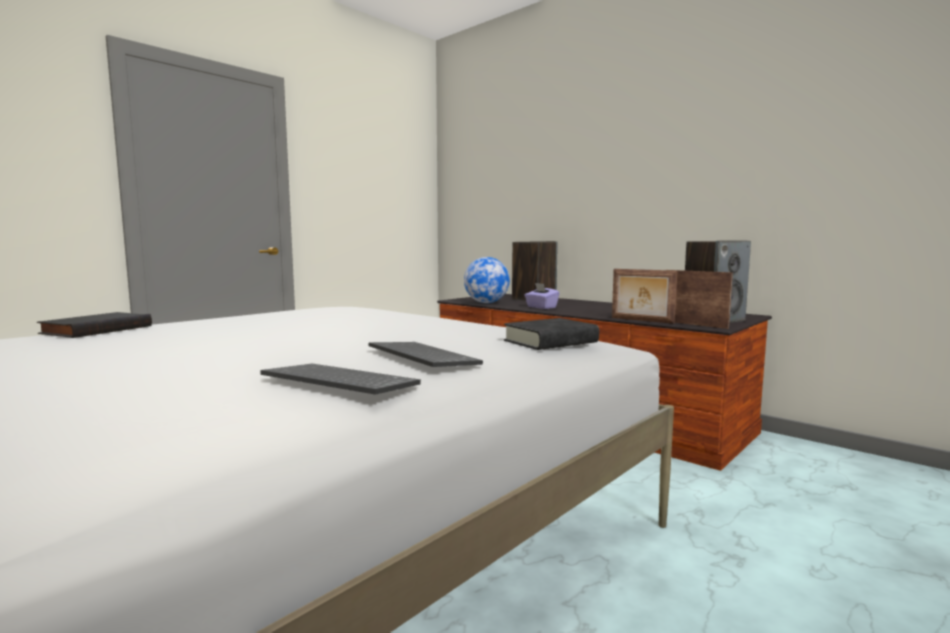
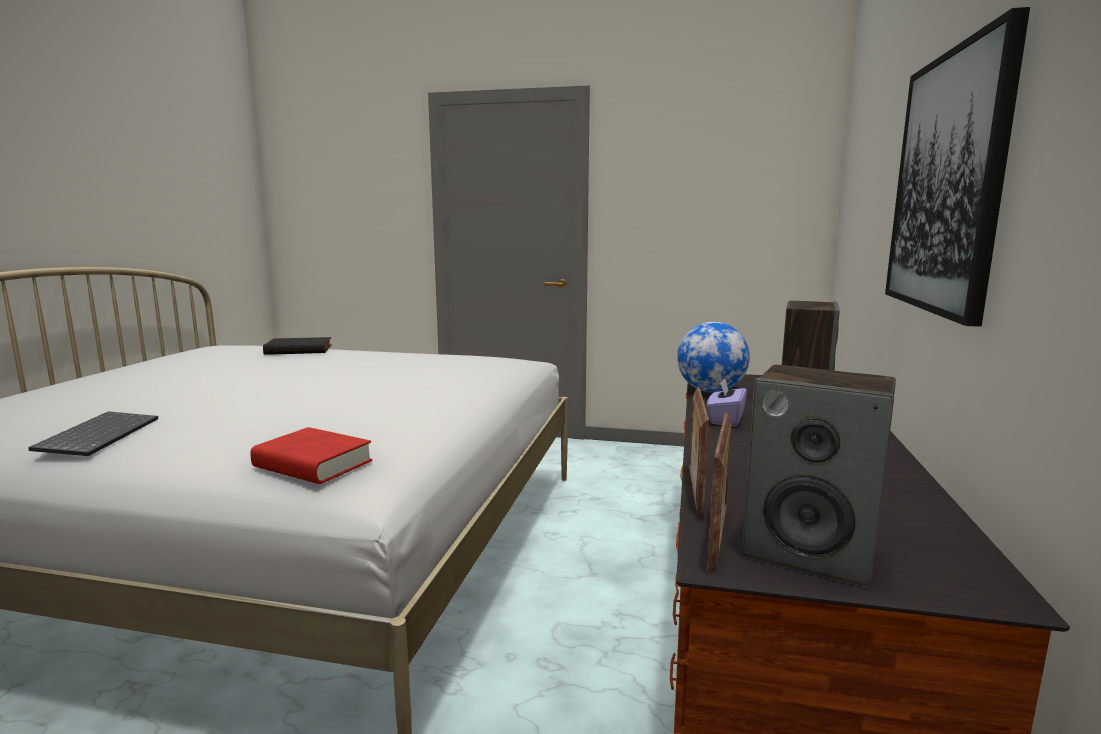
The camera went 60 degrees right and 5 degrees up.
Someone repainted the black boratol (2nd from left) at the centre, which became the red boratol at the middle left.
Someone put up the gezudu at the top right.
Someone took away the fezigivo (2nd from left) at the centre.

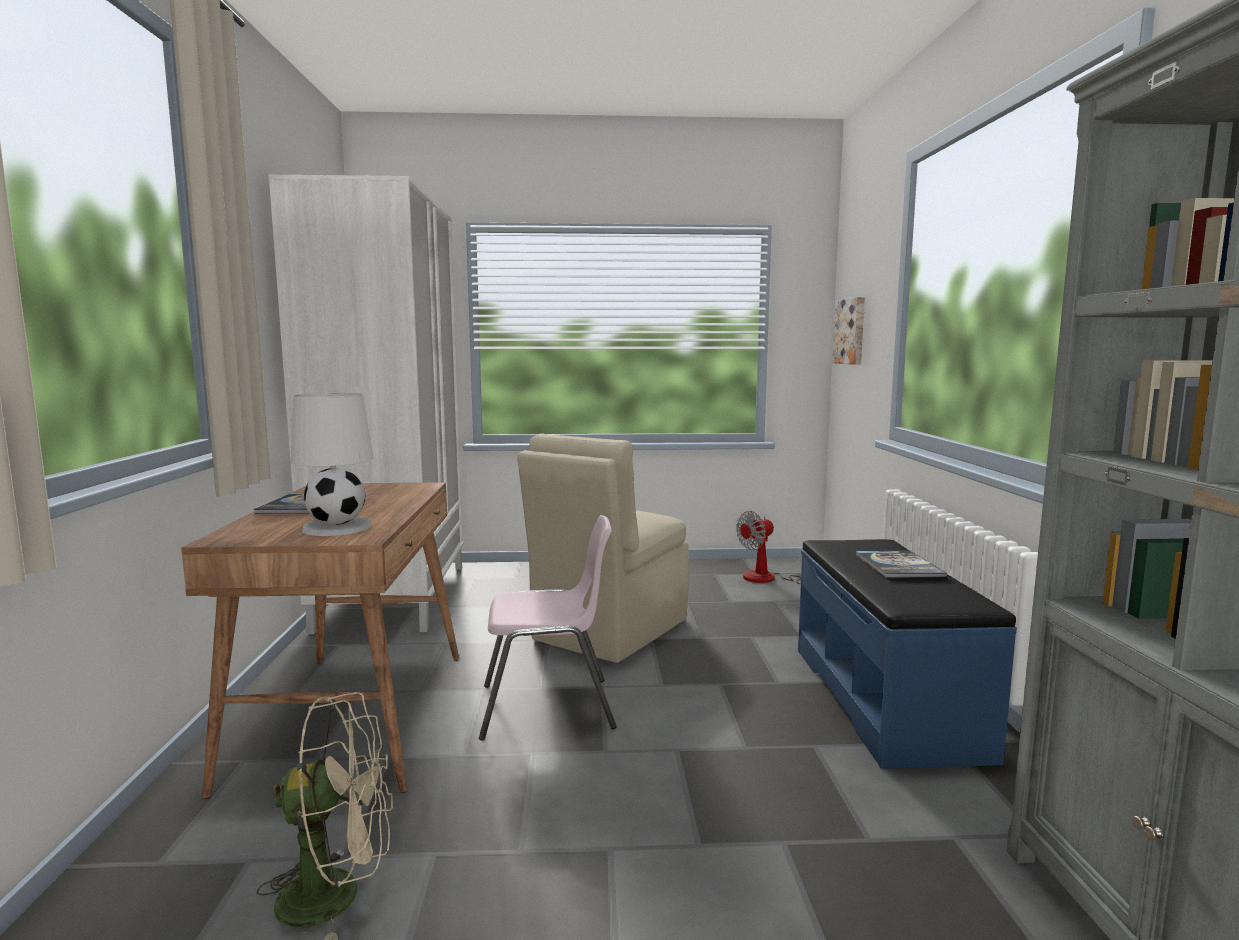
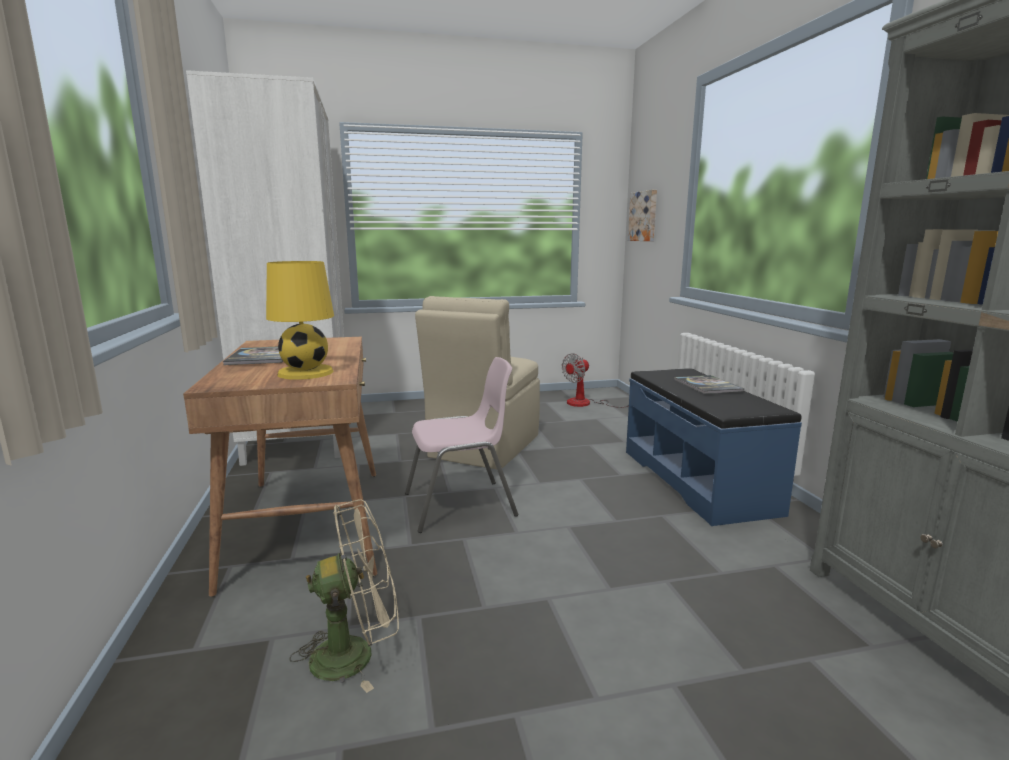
The camera went 10 degrees left and 5 degrees up.
Someone repainted the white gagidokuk at the middle left, which became the yellow gagidokuk at the middle left.

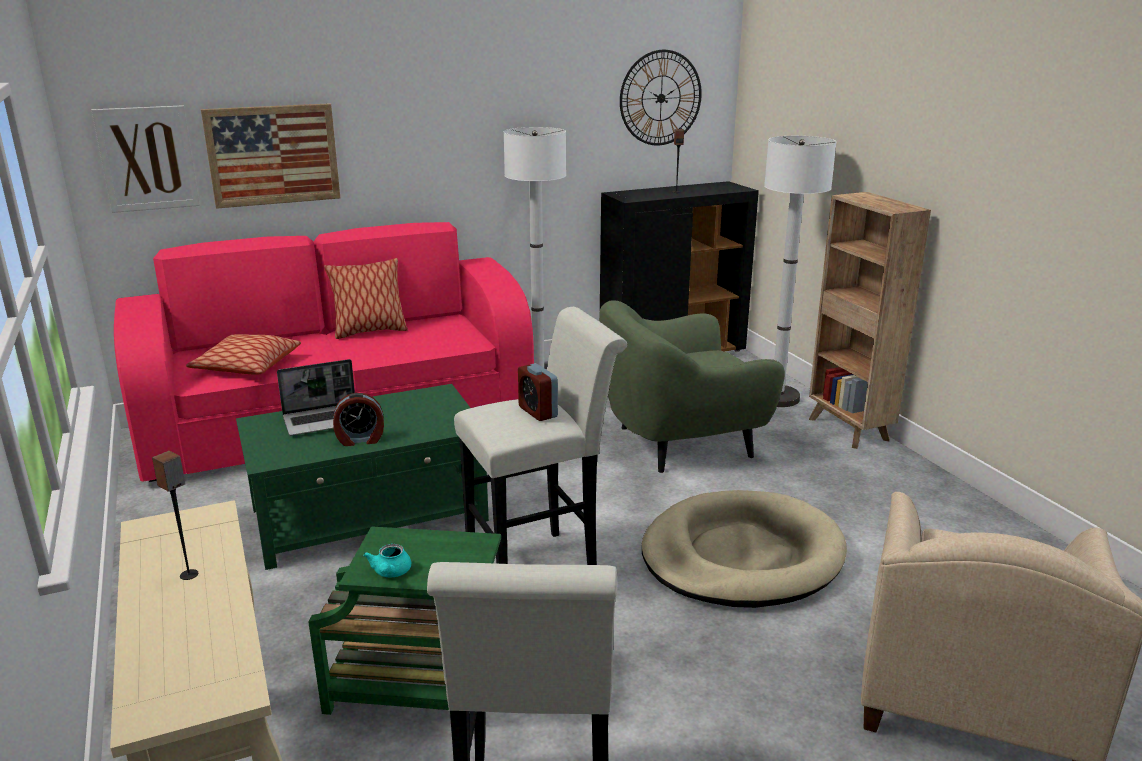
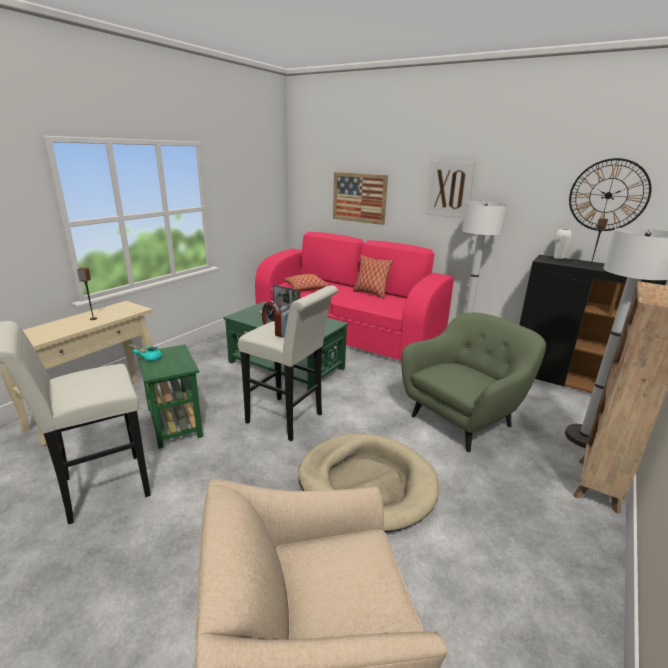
The camera went 55 degrees right and 0 degrees up.
Someone rotated the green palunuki at the centre by 105 degrees clockwise.
Someone carried the gezudu (1st from left in the first image) from the top left to the top right.
Someone put down the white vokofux at the middle right.

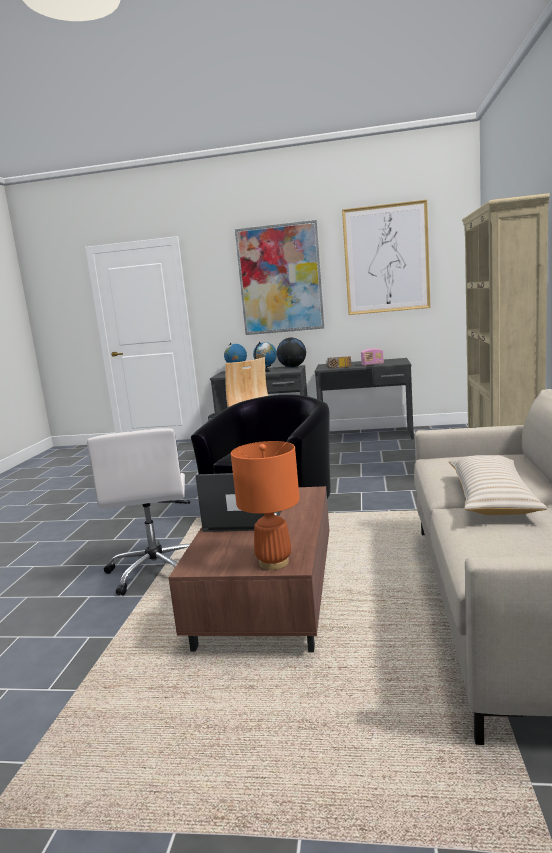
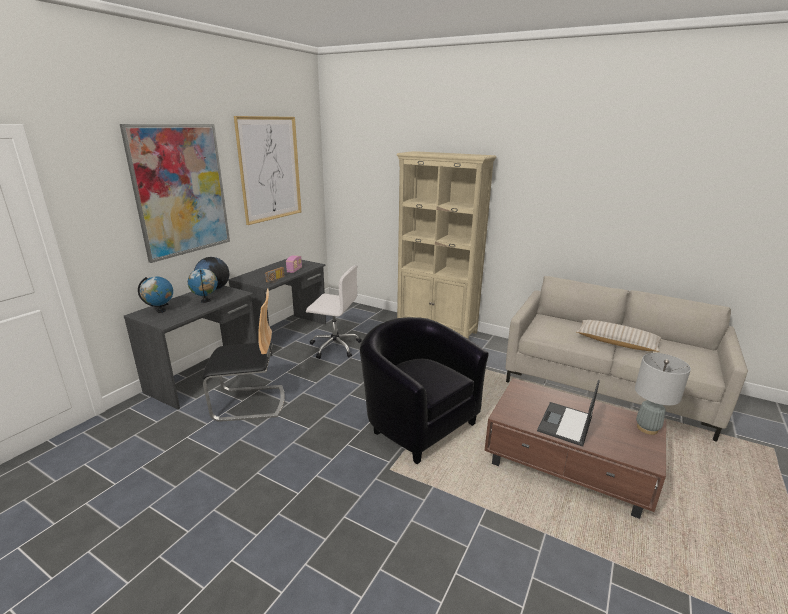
The camera went 70 degrees left and 10 degrees up.
Someone carried the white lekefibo from the middle left to the centre.
Someone repainted the orange gagidokuk at the centre, which became the grey gagidokuk at the middle right.

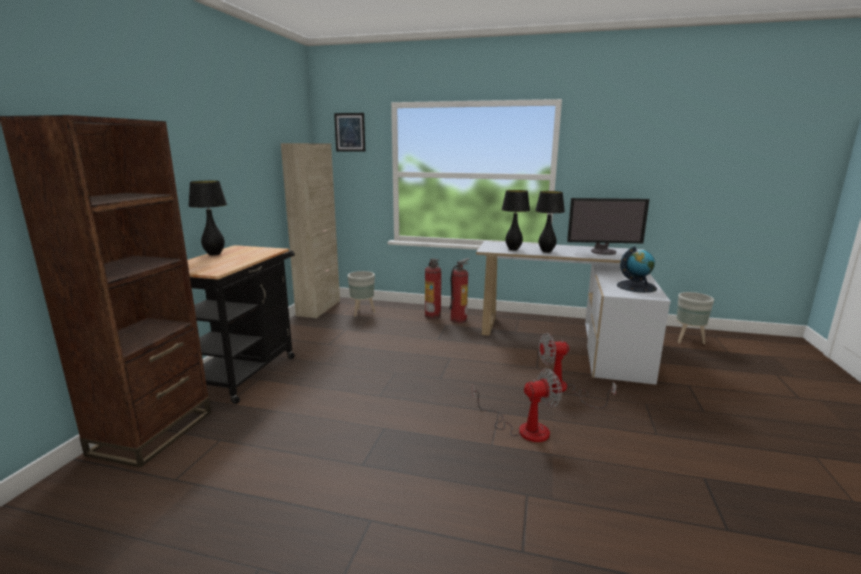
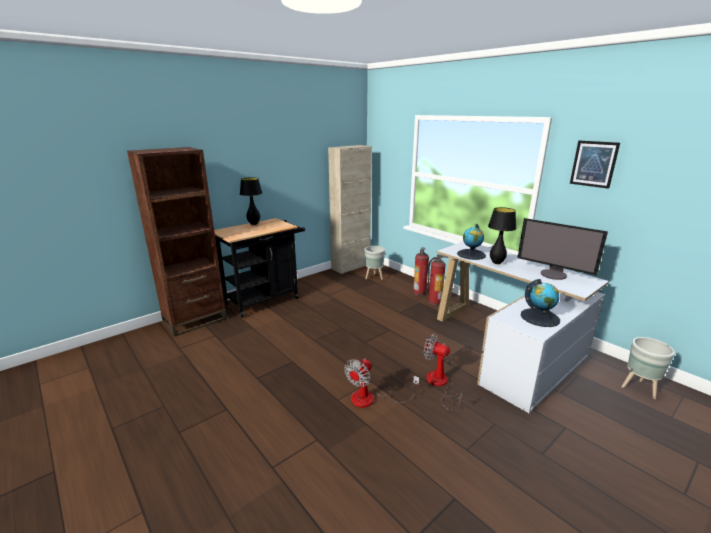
The camera went 35 degrees right and 5 degrees up.
Someone rotated the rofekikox (1st from left) at the bottom centre by 105 degrees clockwise.
Someone swapped the black gagidokuk (2nd from left) at the centre for the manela (1st from left) at the centre.
Someone carried the gezudu from the top centre to the top right.

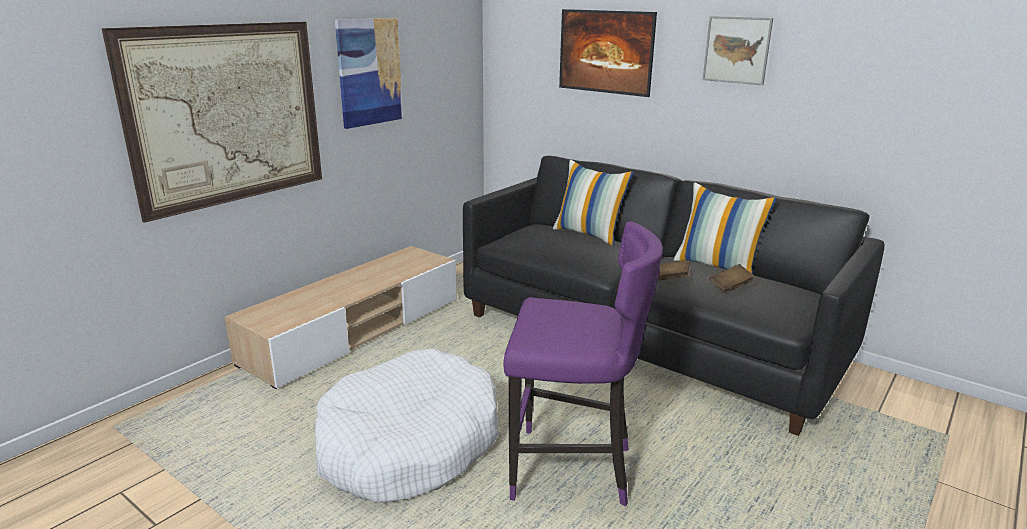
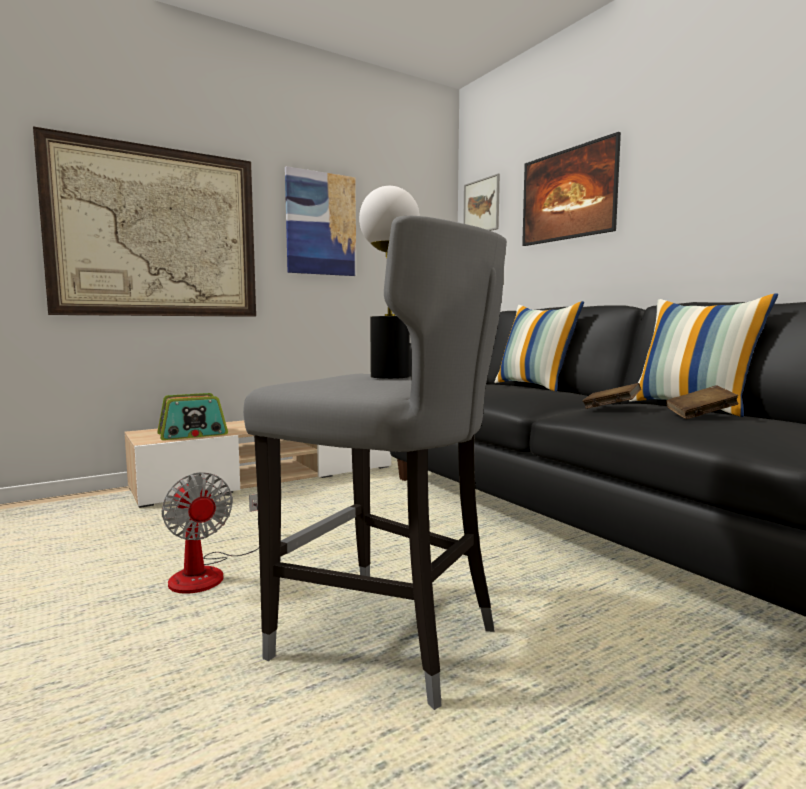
The camera went 20 degrees right and 15 degrees down.
Someone put down the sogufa at the middle left.
Someone swapped the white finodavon at the bottom centre for the rofekikox at the bottom left.
Someone repainted the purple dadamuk at the bottom centre, which became the grey dadamuk at the centre.
Someone put down the gagidokuk at the centre.
Someone carried the gezudu (4th from left in the first image) from the top right to the top centre.

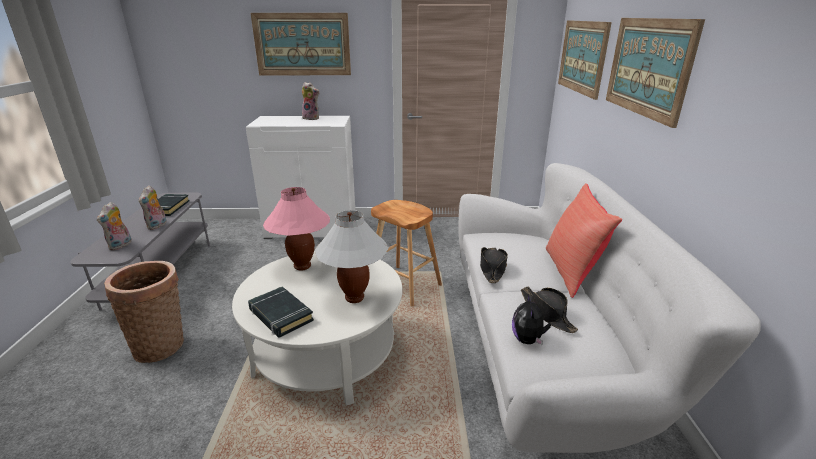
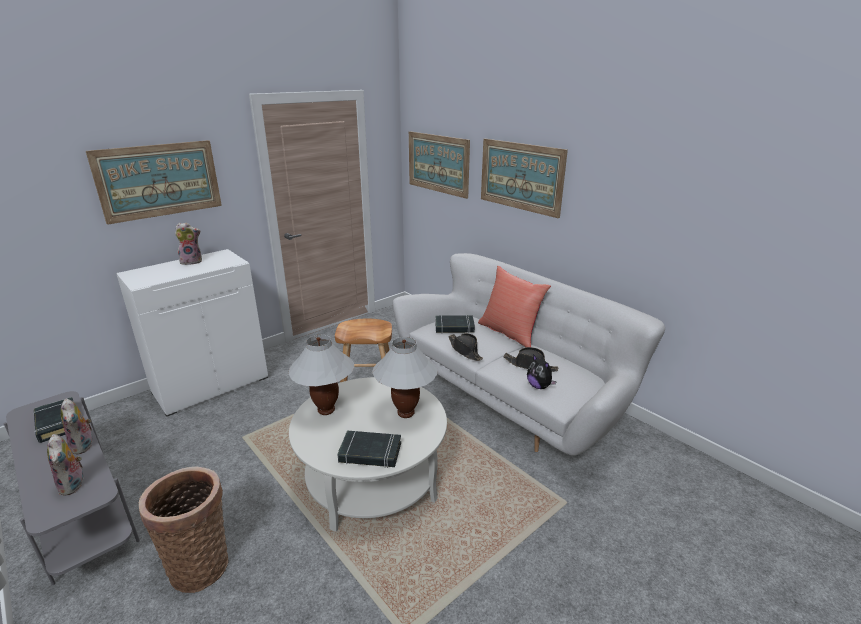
The camera went 40 degrees left and 0 degrees up.
Someone repainted the pink gagidokuk at the centre, which became the white gagidokuk (1st from left) at the centre.
Someone put down the black boratol (3rd from left) at the centre.

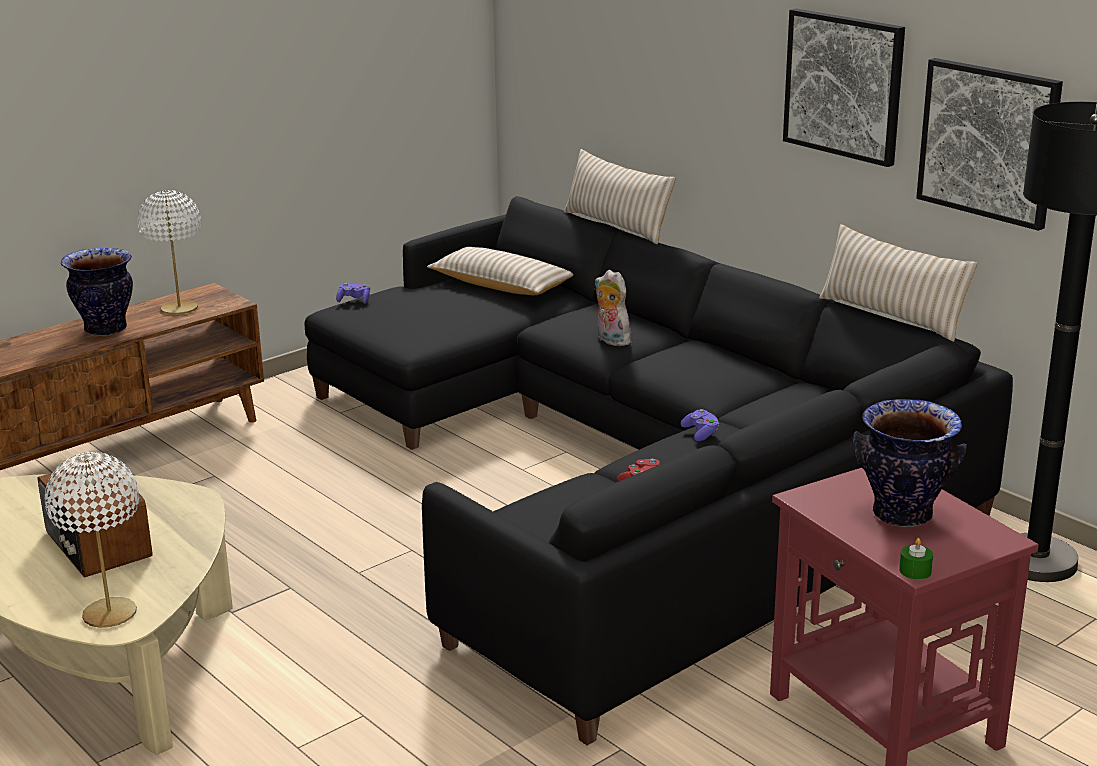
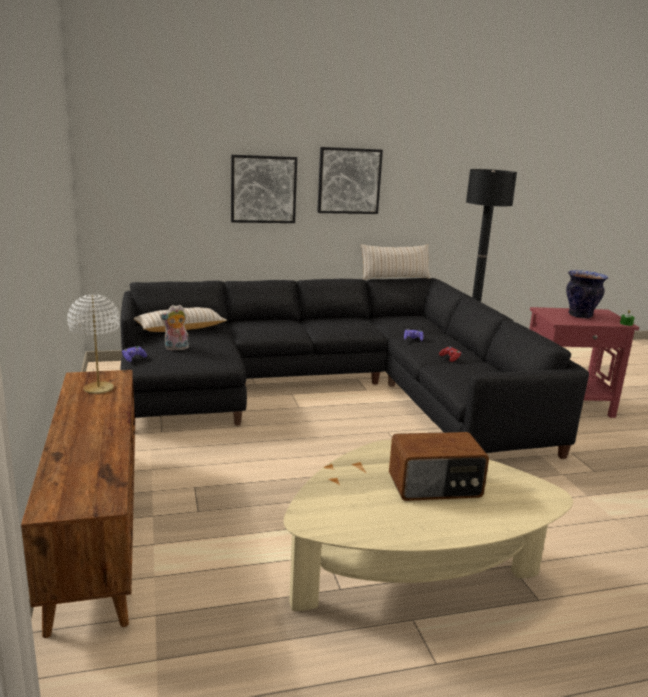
The camera went 65 degrees left and 5 degrees down.
Someone carried the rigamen from the centre to the middle left.
Someone carried the gezudu (2nd from left in the first image) from the top right to the top centre.
Someone took away the white gagidokuk (1st from left) at the bottom left.
Someone took away the vokofux (1st from left) at the middle left.
Someone took away the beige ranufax (2nd from left) at the top centre.

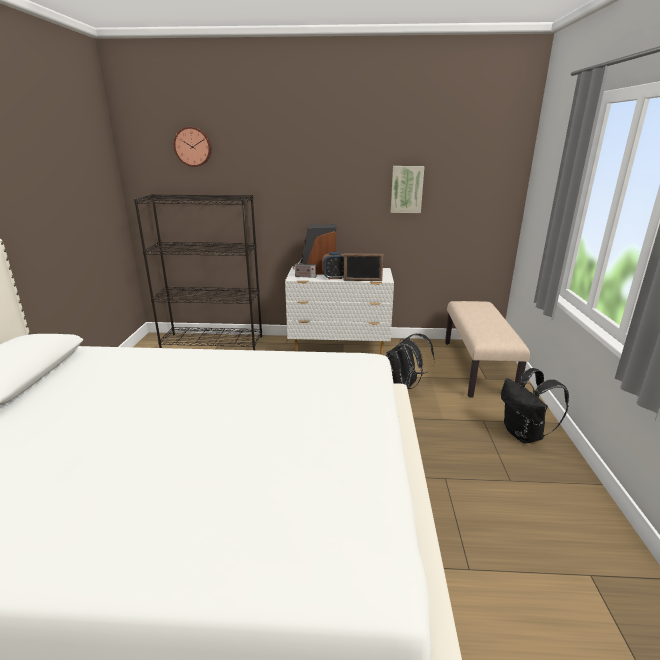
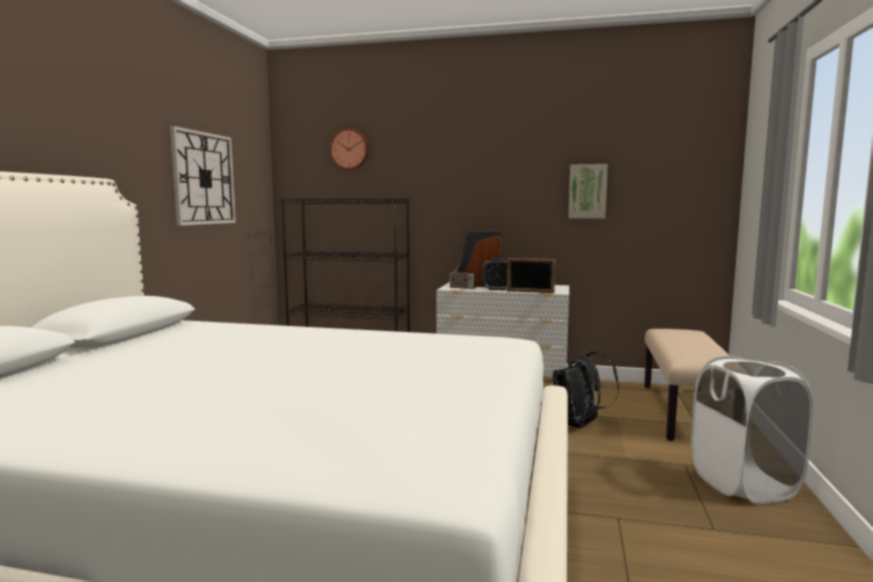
The camera went 10 degrees right and 15 degrees down.
Someone put up the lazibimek (1st from left) at the top left.
Someone swapped the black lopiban (2nd from left) at the middle right for the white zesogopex at the bottom right.

